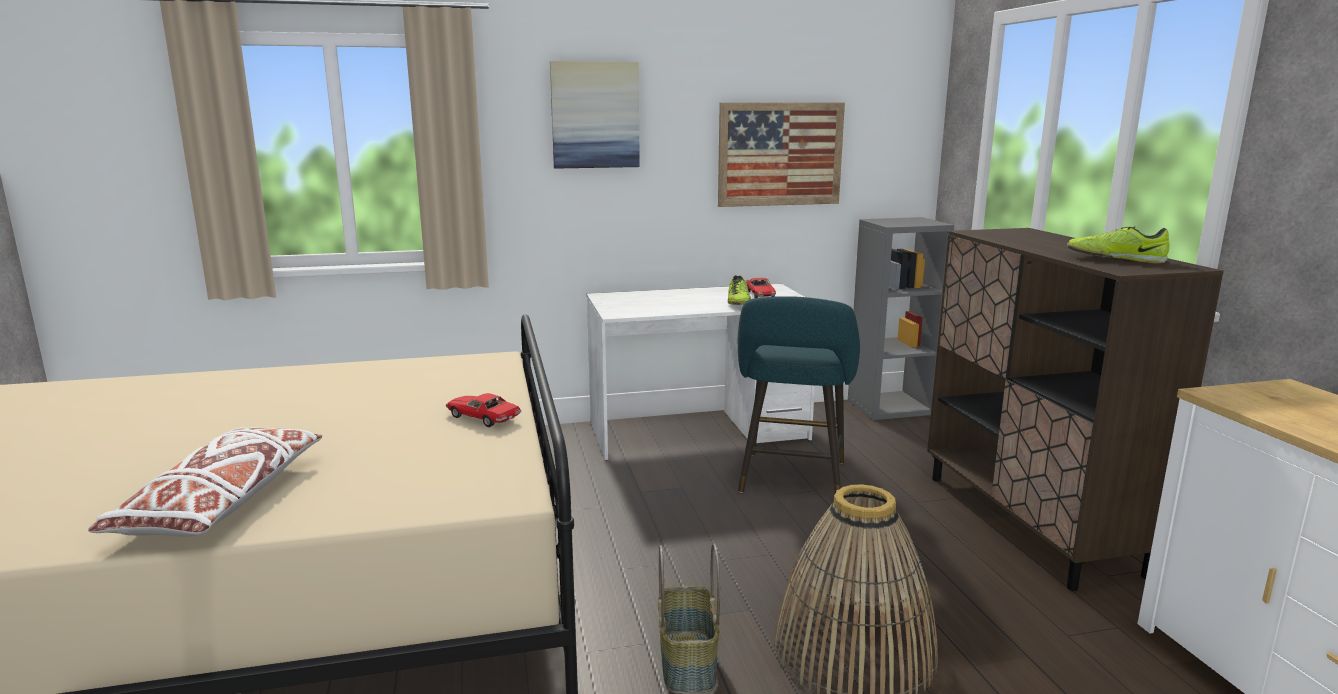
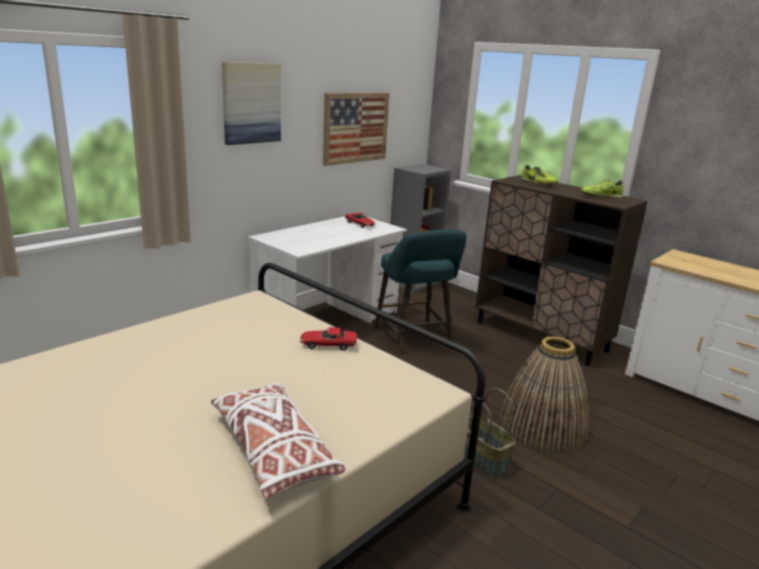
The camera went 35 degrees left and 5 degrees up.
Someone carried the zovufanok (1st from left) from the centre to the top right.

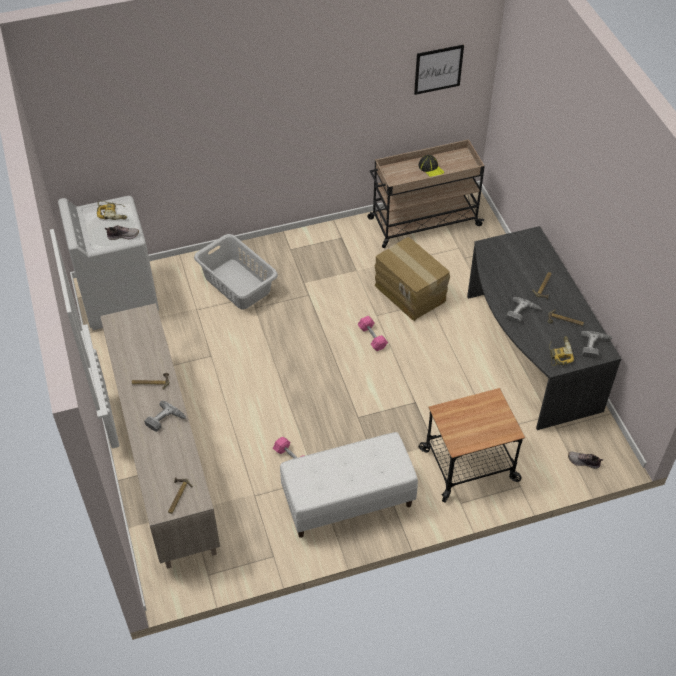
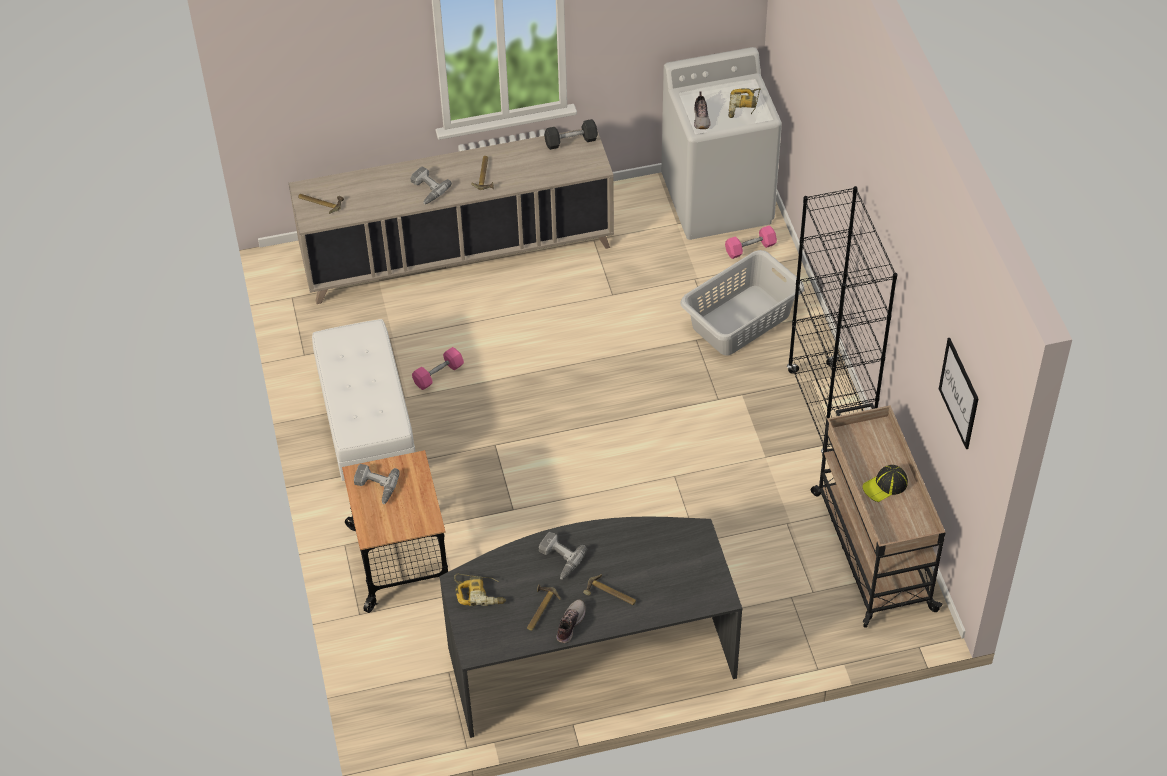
The camera went 95 degrees right and 0 degrees up.
Someone carried the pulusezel (5th from left in the first image) from the middle right to the middle left.
Someone put down the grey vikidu at the top centre.
Someone carried the zovufanok (2nd from left in the first image) from the bottom right to the bottom centre.
Someone carried the pink vikidu (2nd from left) from the centre to the top centre.
Someone put down the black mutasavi at the middle right.
Someone took away the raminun at the centre.

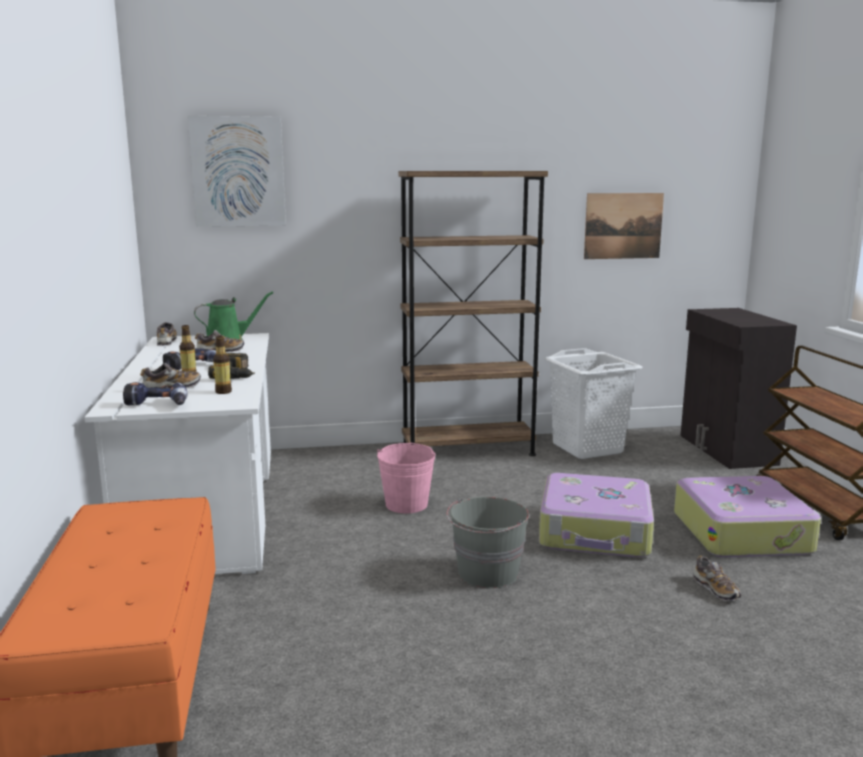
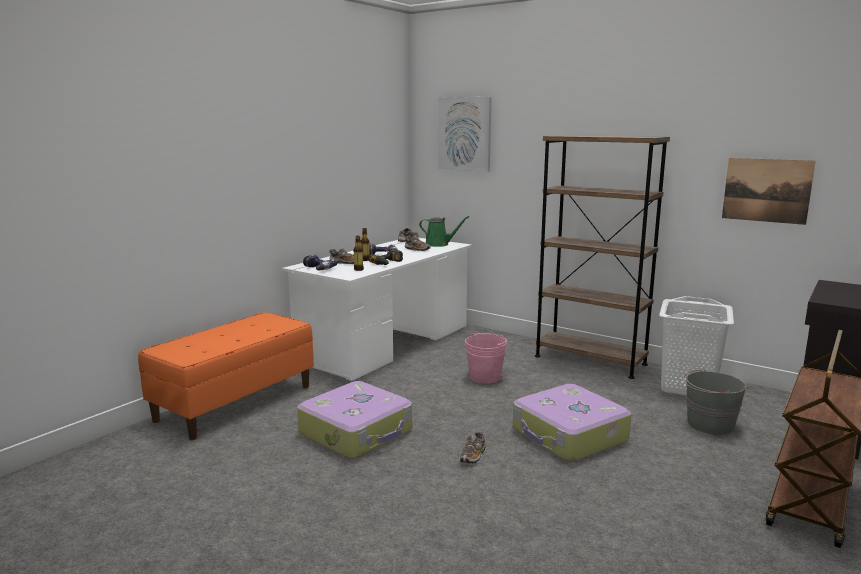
The camera went 45 degrees right and 0 degrees up.
Someone carried the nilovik (2nd from left in the first image) from the bottom right to the bottom centre.
Someone carried the zovufanok (4th from left) from the bottom right to the bottom centre.
Someone carried the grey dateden from the bottom centre to the bottom right.

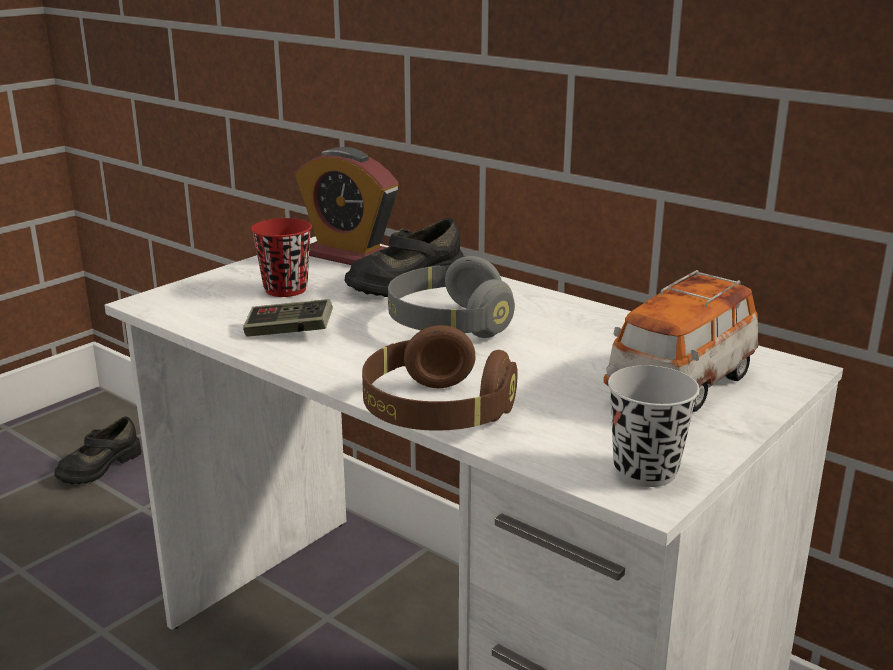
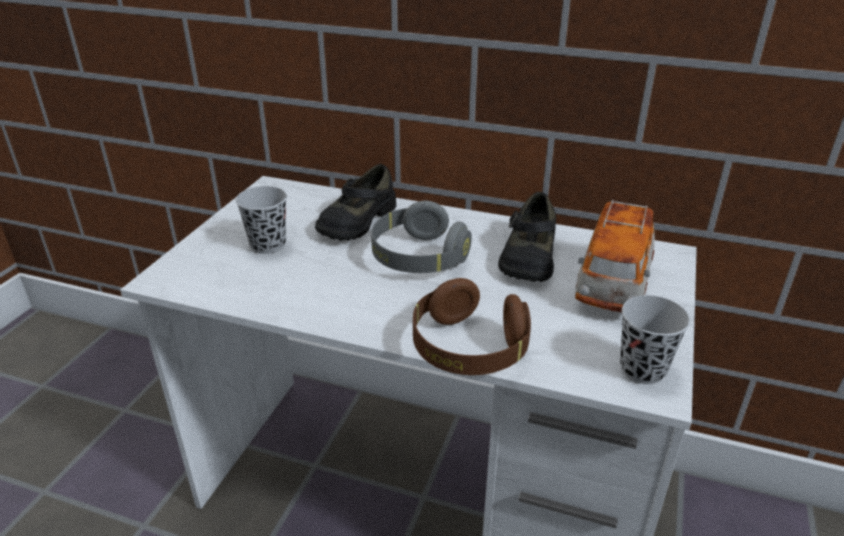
The camera went 20 degrees left and 10 degrees up.
Someone repainted the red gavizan at the middle left, which became the black gavizan (1st from left) at the middle left.
Someone carried the black zovufanok (1st from left in the first image) from the bottom left to the centre.
Someone took away the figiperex at the middle left.
Someone took away the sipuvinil at the top centre.

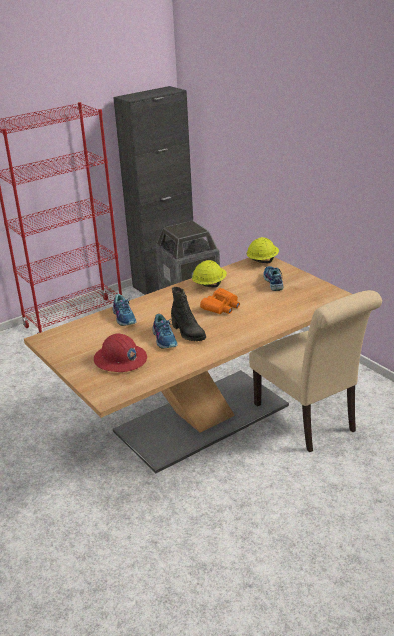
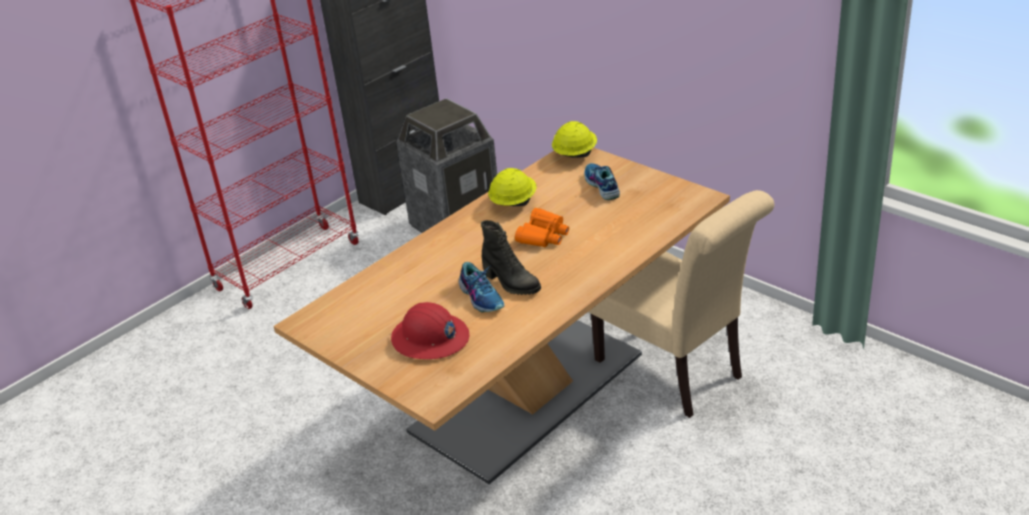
The camera went 10 degrees left and 5 degrees up.
Someone took away the zovufanok (1st from left) at the middle left.

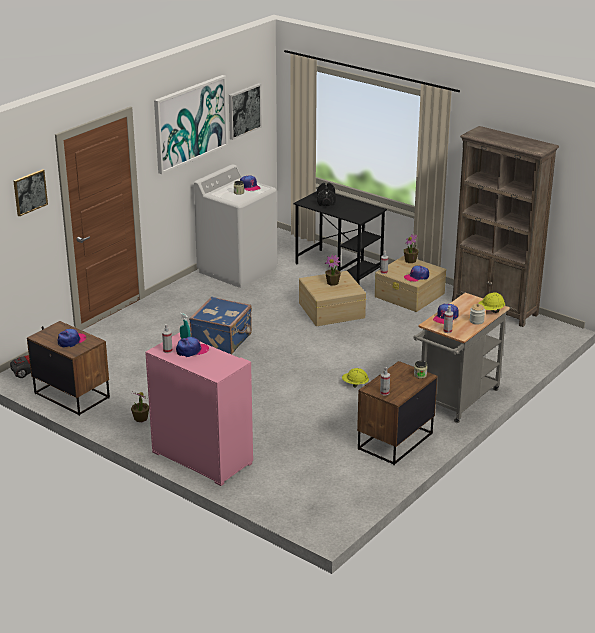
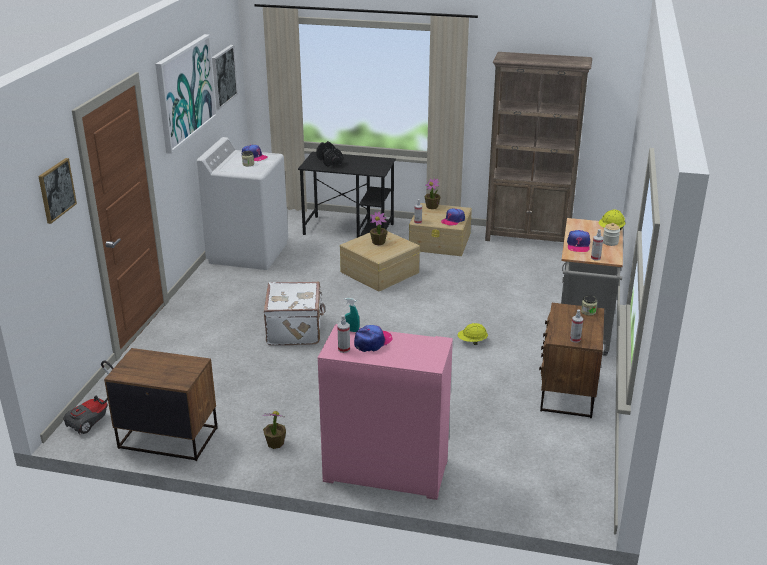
The camera went 25 degrees left and 0 degrees up.
Someone repainted the blue nilovik at the centre, which became the white nilovik at the centre.
Someone took away the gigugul (1st from left) at the middle left.

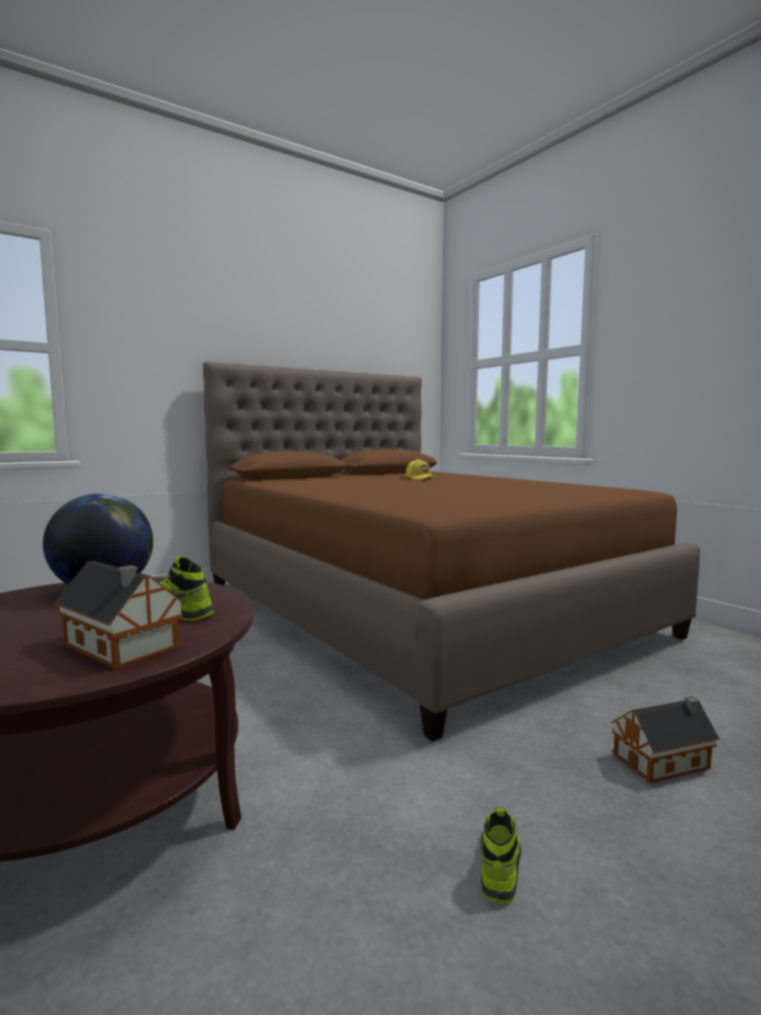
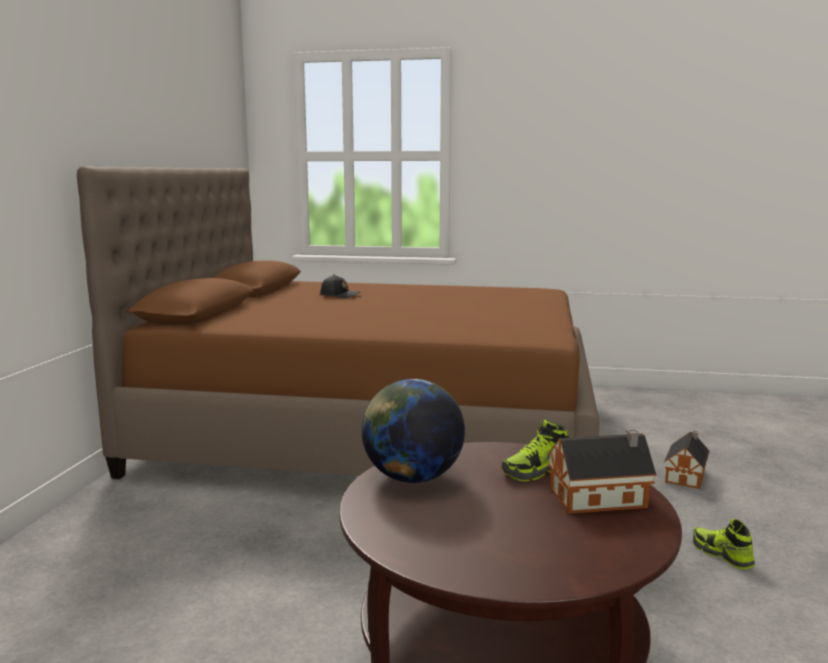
The camera went 45 degrees left and 5 degrees up.
Someone repainted the yellow gigugul at the centre, which became the black gigugul at the centre.

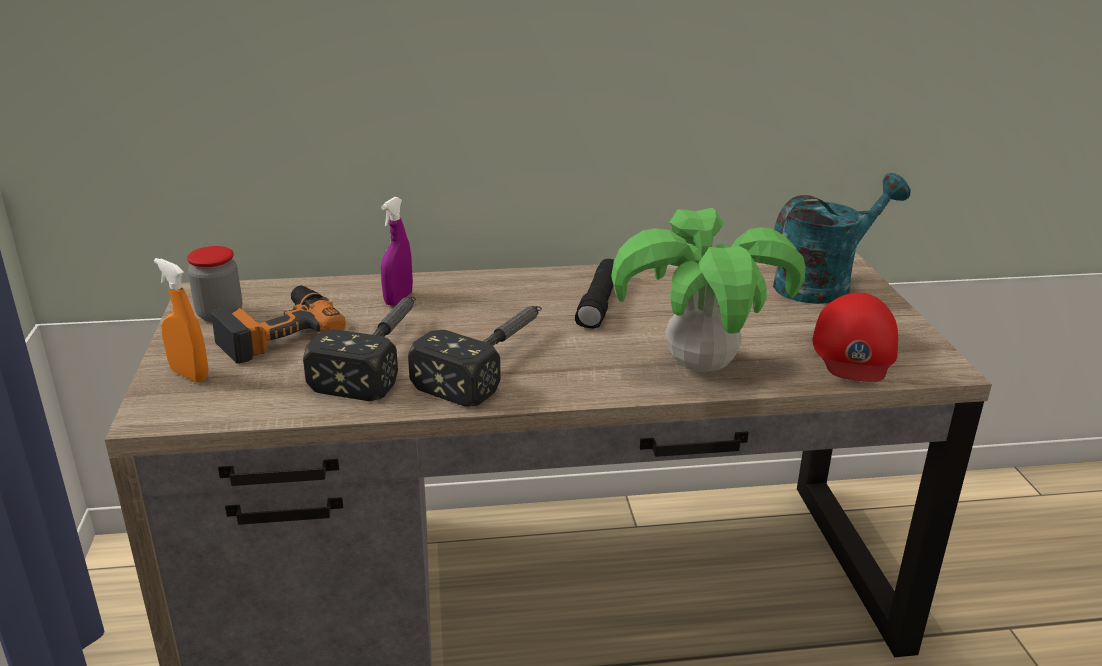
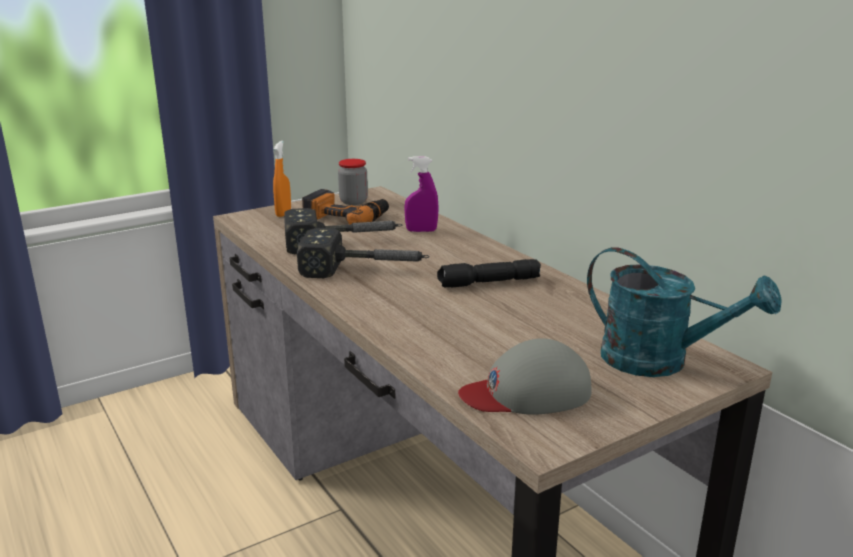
The camera went 65 degrees right and 5 degrees down.
Someone repainted the red gigugul at the middle right, which became the grey gigugul at the bottom centre.
Someone took away the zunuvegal at the centre.

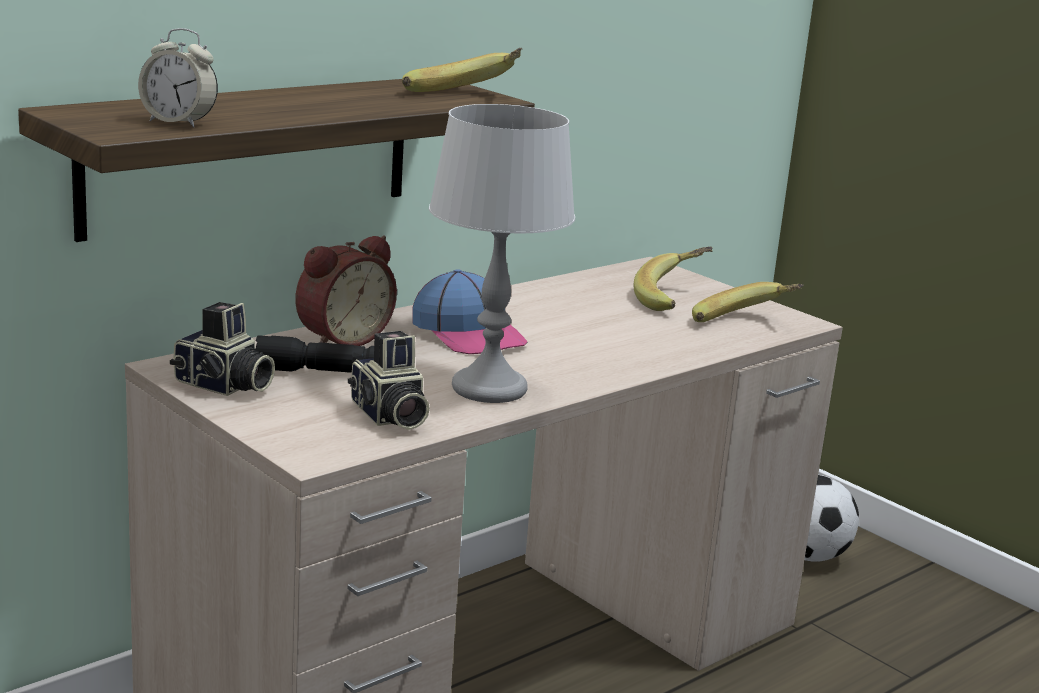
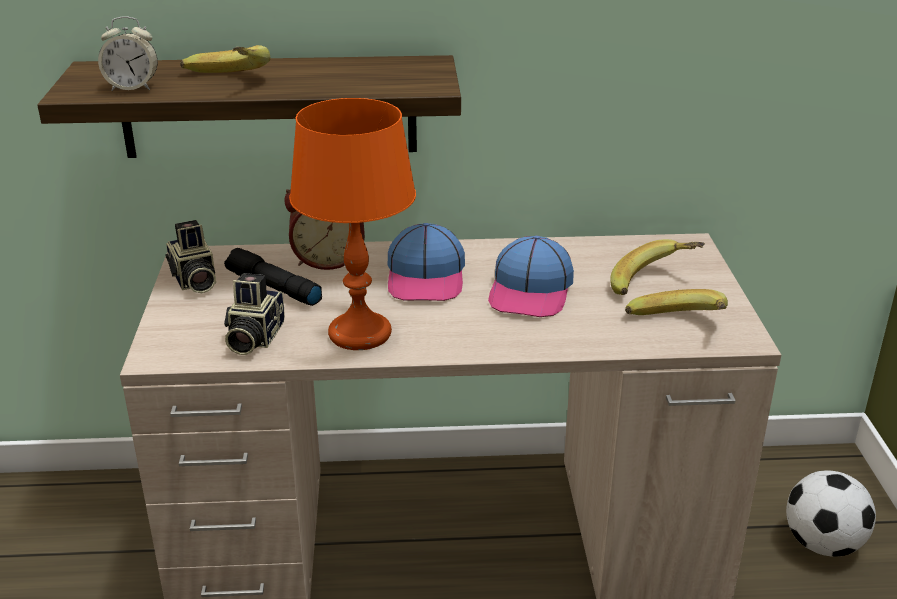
The camera went 40 degrees right and 10 degrees up.
Someone rotated the sipuvinil (1st from left) at the top left by 60 degrees counterclockwise.
Someone carried the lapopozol (1st from left) from the top centre to the top left.
Someone repainted the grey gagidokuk at the centre, which became the orange gagidokuk at the centre.
Someone put down the gigugul (2nd from left) at the centre.

